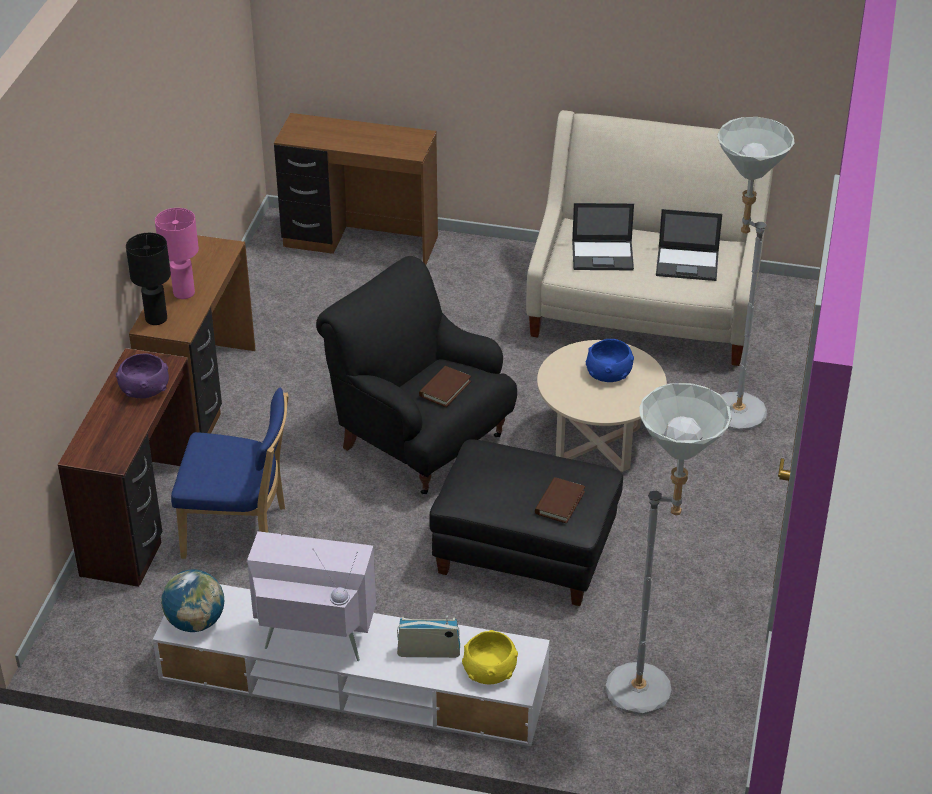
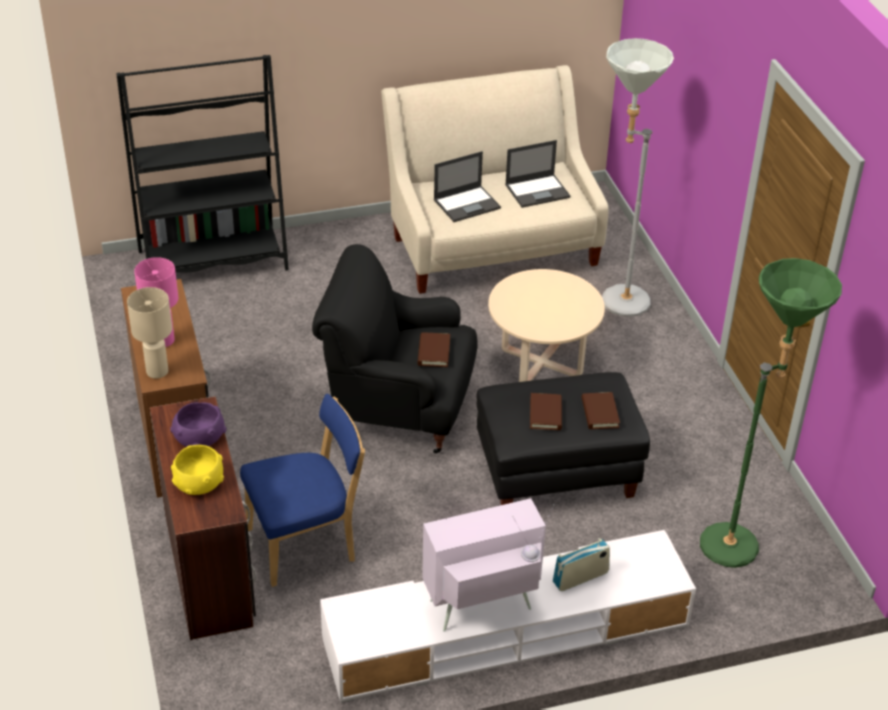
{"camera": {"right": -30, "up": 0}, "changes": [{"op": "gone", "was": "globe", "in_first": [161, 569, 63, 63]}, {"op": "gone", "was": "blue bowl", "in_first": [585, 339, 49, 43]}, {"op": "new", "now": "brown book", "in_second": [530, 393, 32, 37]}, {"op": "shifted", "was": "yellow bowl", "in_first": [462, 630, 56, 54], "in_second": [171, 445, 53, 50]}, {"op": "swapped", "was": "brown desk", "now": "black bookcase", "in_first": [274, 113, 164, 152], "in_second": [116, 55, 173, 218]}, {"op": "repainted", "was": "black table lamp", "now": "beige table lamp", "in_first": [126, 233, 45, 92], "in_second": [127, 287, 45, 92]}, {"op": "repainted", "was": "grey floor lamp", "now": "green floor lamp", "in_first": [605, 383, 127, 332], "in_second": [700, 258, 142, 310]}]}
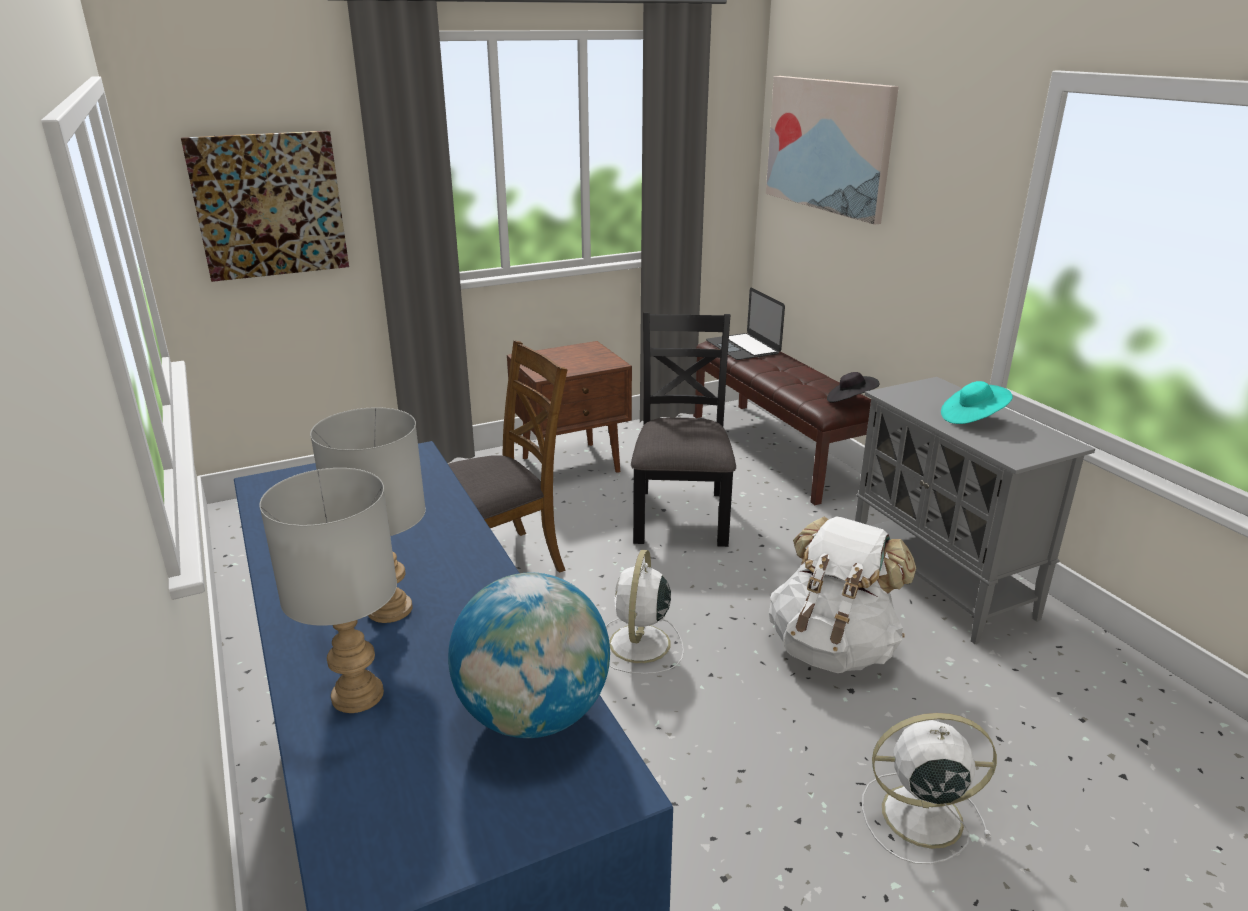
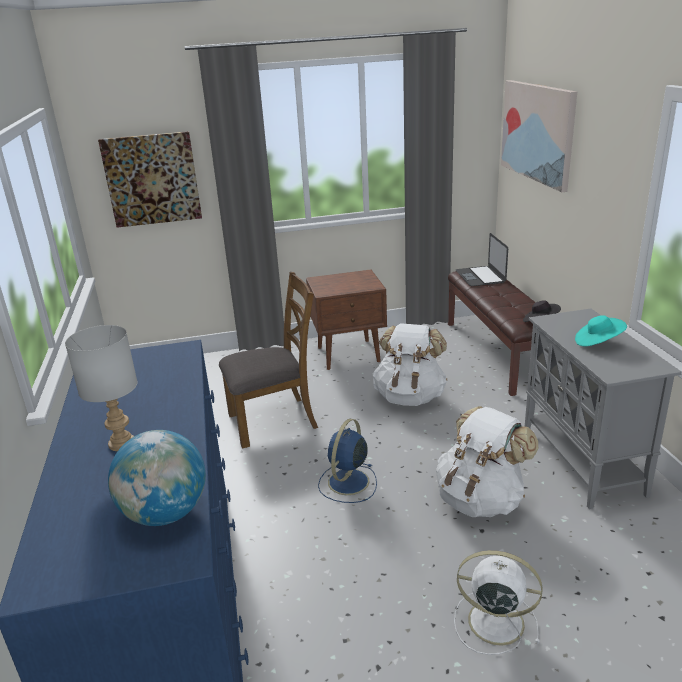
{"camera": {"right": 15, "up": 0}, "changes": [{"op": "gone", "was": "grey table lamp", "in_first": [259, 468, 138, 245]}, {"op": "swapped", "was": "black chair", "now": "white backpack", "in_first": [631, 313, 105, 234], "in_second": [373, 323, 74, 83]}, {"op": "repainted", "was": "white fan", "now": "blue fan", "in_first": [606, 550, 78, 124], "in_second": [318, 419, 59, 84]}]}
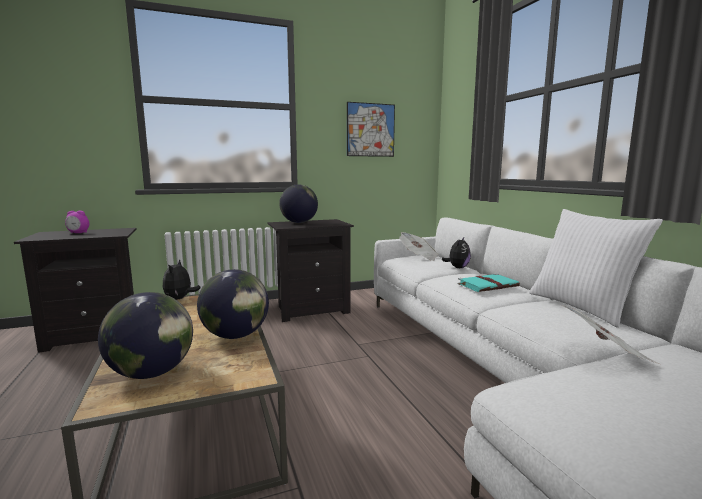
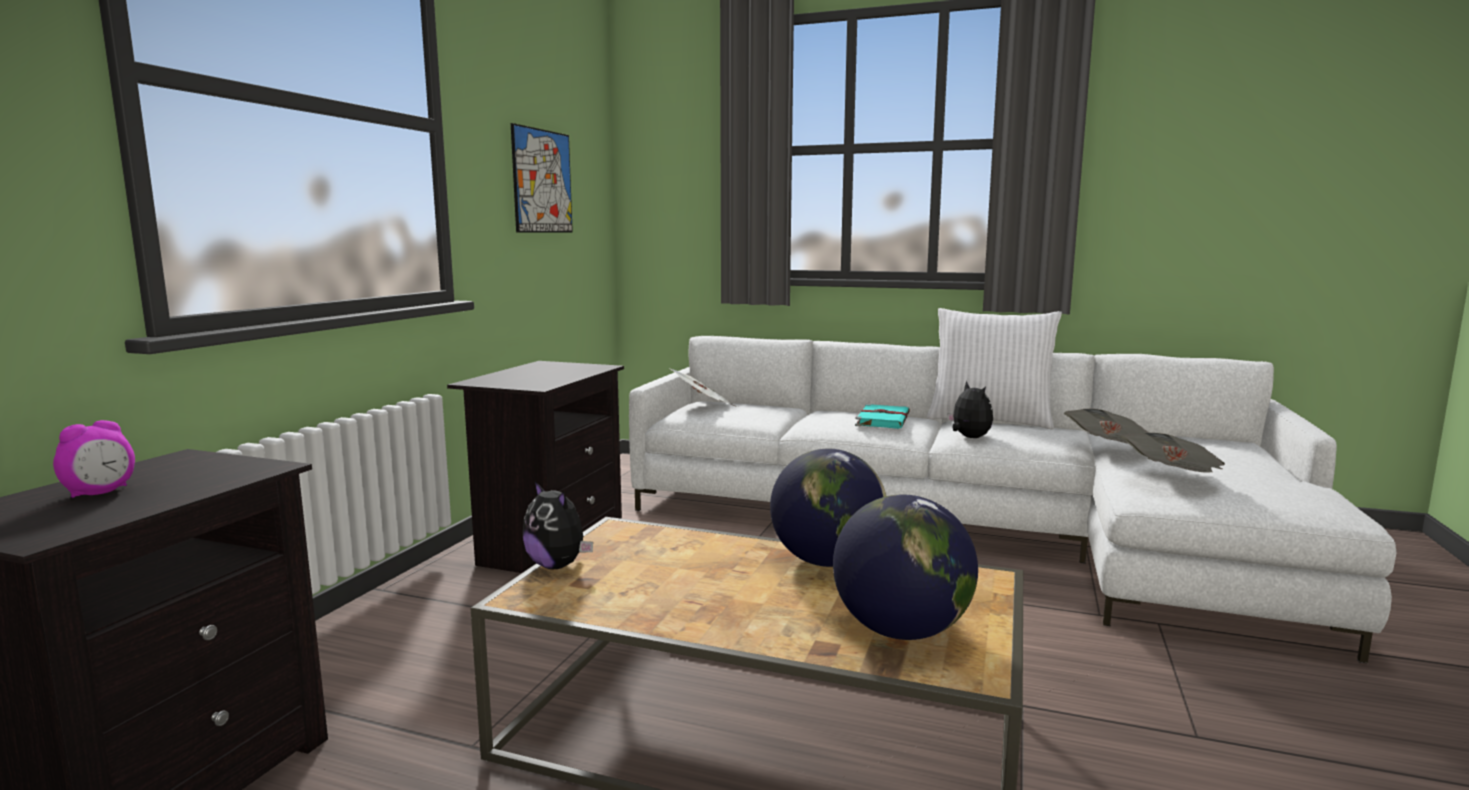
{"camera": {"right": -50, "up": 0}, "changes": [{"op": "gone", "was": "globe", "in_first": [279, 185, 39, 38]}, {"op": "new", "now": "newspaper", "in_second": [1120, 433, 105, 39]}, {"op": "shifted", "was": "plush toy", "in_first": [442, 237, 29, 31], "in_second": [947, 381, 46, 57]}]}
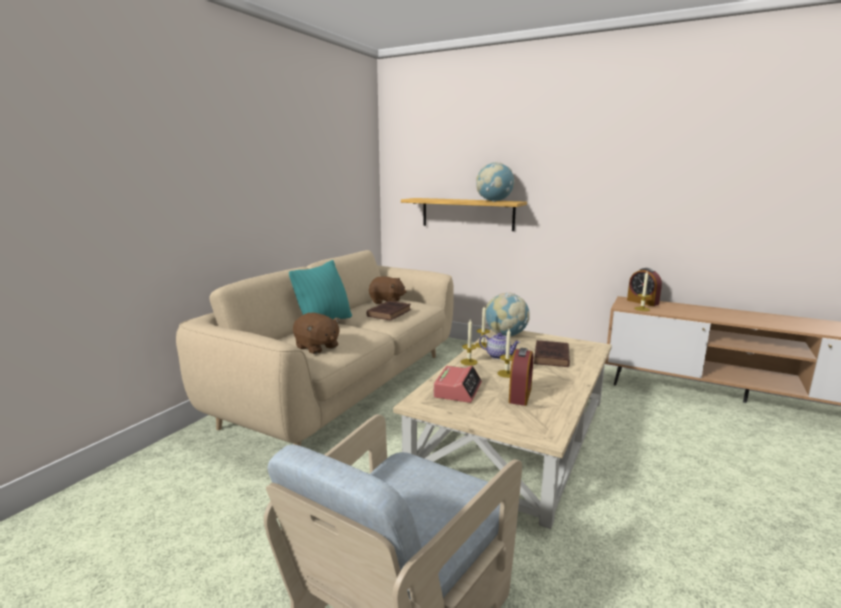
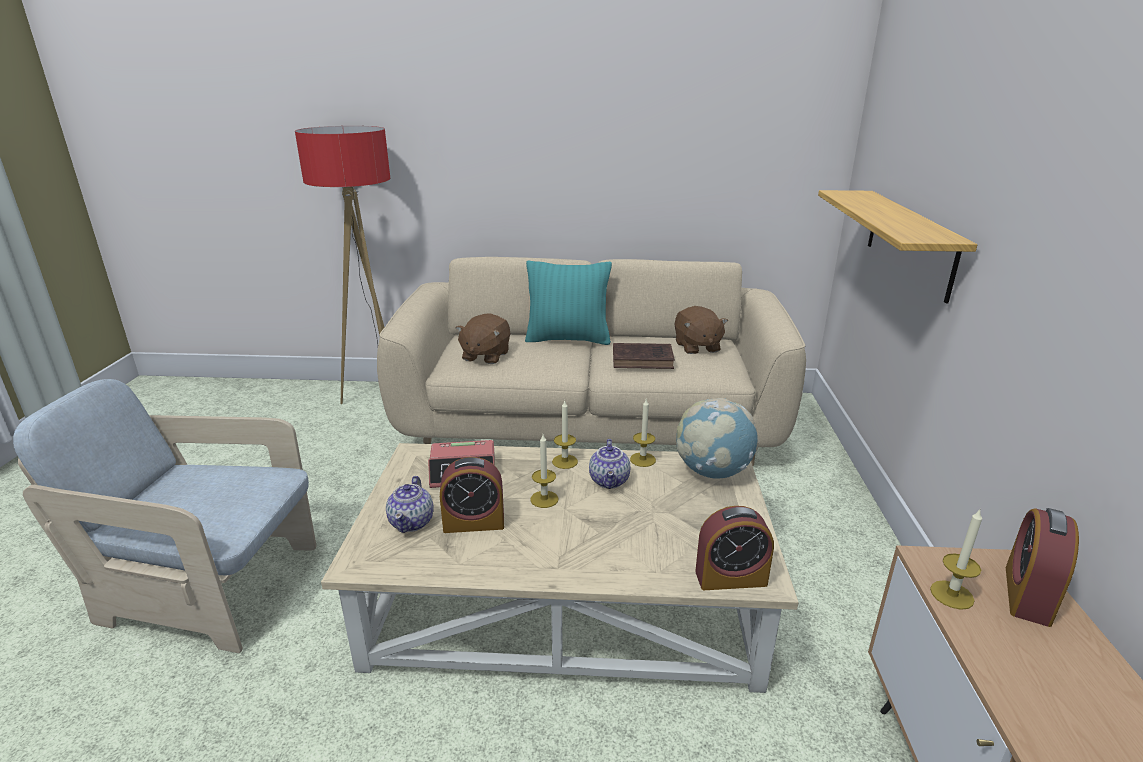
{"camera": {"right": 65, "up": 10}, "changes": [{"op": "gone", "was": "globe", "in_first": [476, 162, 39, 40]}, {"op": "gone", "was": "brown book", "in_first": [534, 340, 36, 27]}, {"op": "new", "now": "floor lamp", "in_second": [295, 126, 95, 278]}, {"op": "new", "now": "teapot", "in_second": [386, 476, 48, 57]}, {"op": "new", "now": "alarm clock", "in_second": [695, 506, 79, 84]}]}
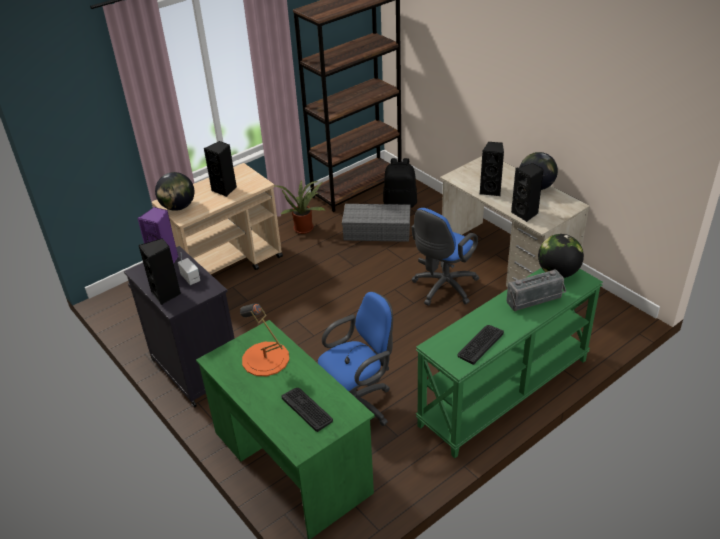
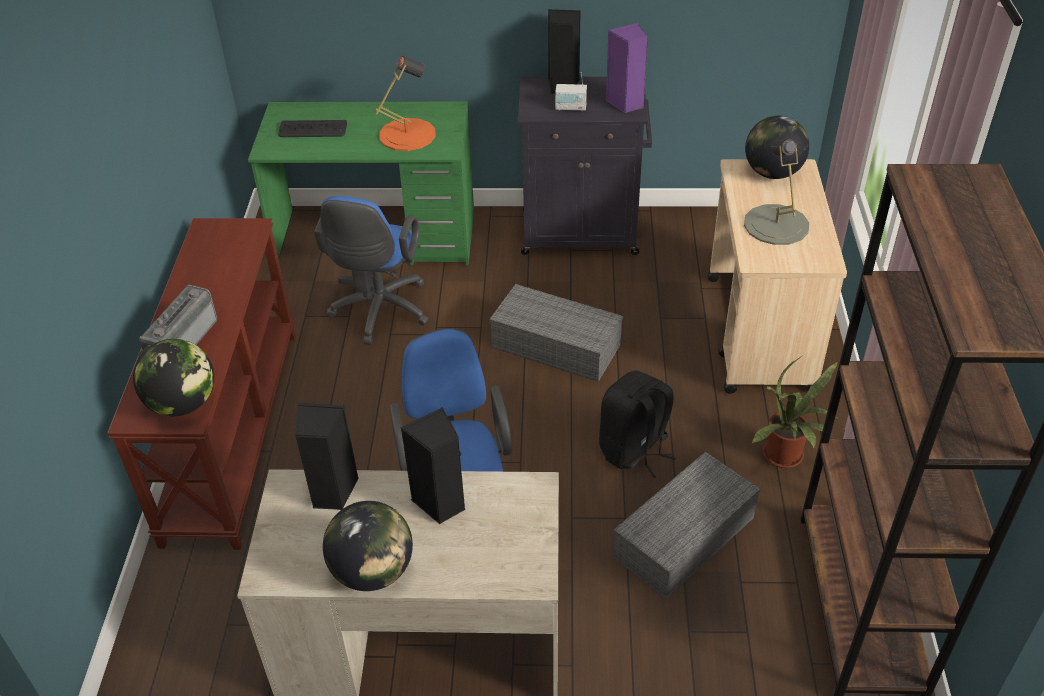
{"camera": {"right": 130, "up": 5}, "changes": [{"op": "gone", "was": "keyboard", "in_first": [457, 325, 47, 40]}, {"op": "new", "now": "grey storage box", "in_second": [489, 284, 134, 98]}, {"op": "shifted", "was": "black backpack", "in_first": [383, 158, 34, 50], "in_second": [599, 370, 77, 108]}, {"op": "swapped", "was": "black speaker", "now": "grey table lamp", "in_first": [204, 141, 33, 56], "in_second": [744, 139, 65, 106]}, {"op": "repainted", "was": "green console table", "now": "brown console table", "in_first": [416, 268, 187, 190], "in_second": [107, 218, 188, 332]}]}
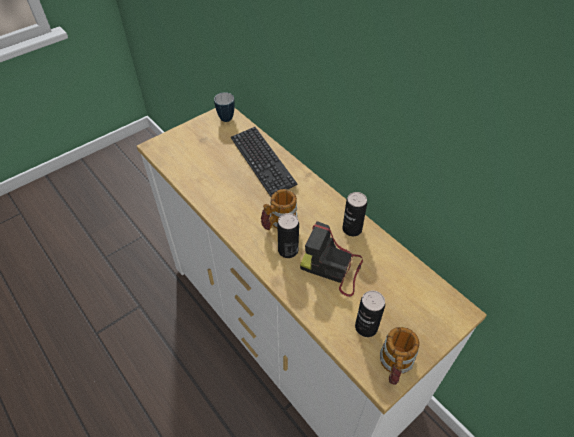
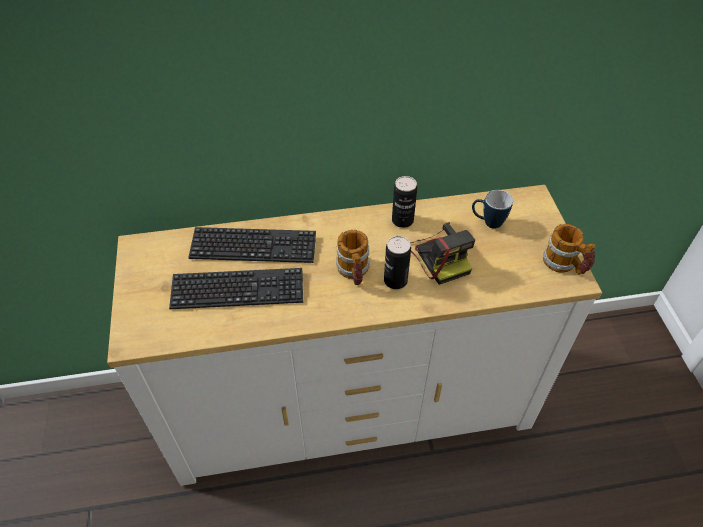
{"camera": {"right": -60, "up": 0}, "changes": [{"op": "gone", "was": "can", "in_first": [355, 290, 30, 47]}, {"op": "new", "now": "keyboard", "in_second": [169, 268, 134, 41]}, {"op": "shifted", "was": "mug", "in_first": [214, 92, 21, 30], "in_second": [472, 190, 41, 39]}, {"op": "rotated", "was": "photo camera", "in_first": [300, 221, 63, 76], "in_second": [410, 222, 65, 63], "clockwise": -75}]}
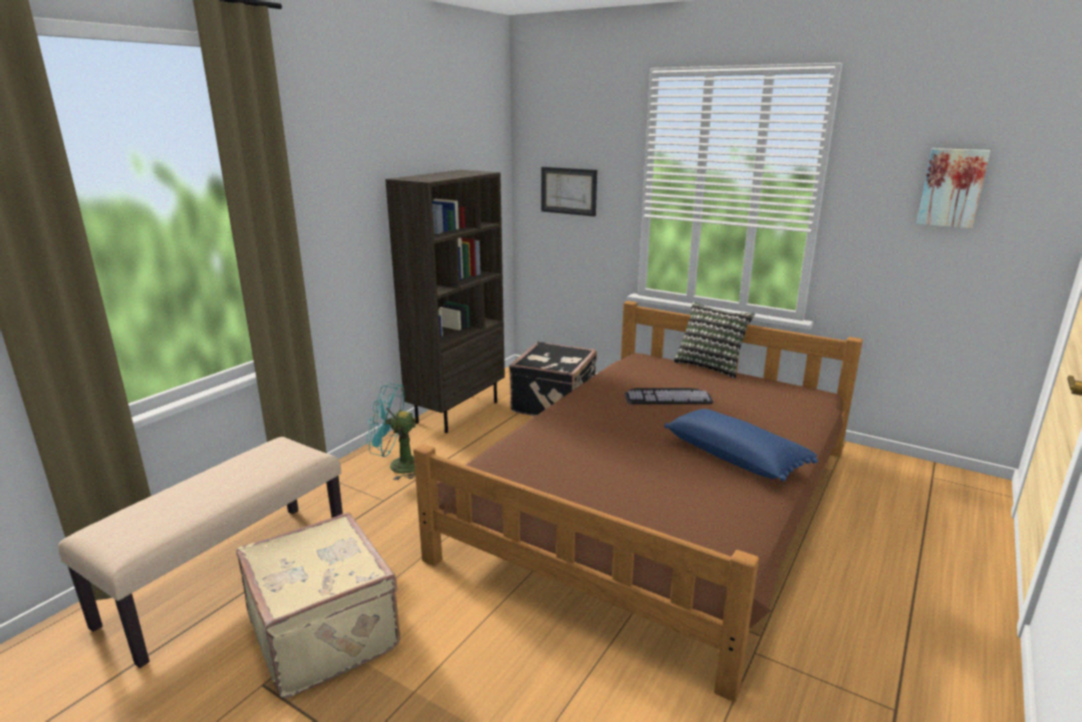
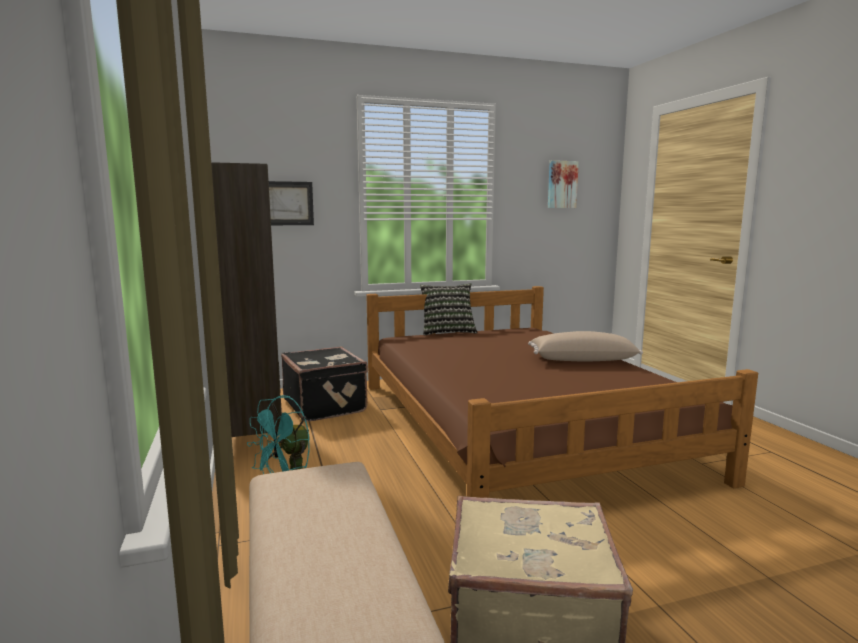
{"camera": {"right": -50, "up": -10}, "changes": [{"op": "gone", "was": "keyboard", "in_first": [625, 388, 88, 16]}, {"op": "repainted", "was": "blue pillow", "now": "beige pillow", "in_first": [664, 409, 154, 72], "in_second": [528, 331, 115, 31]}]}
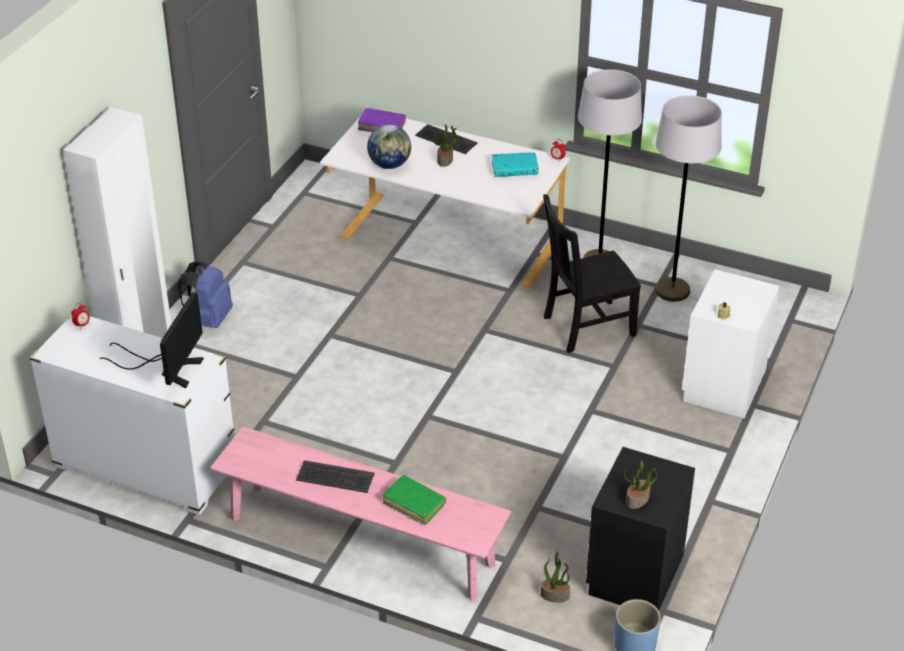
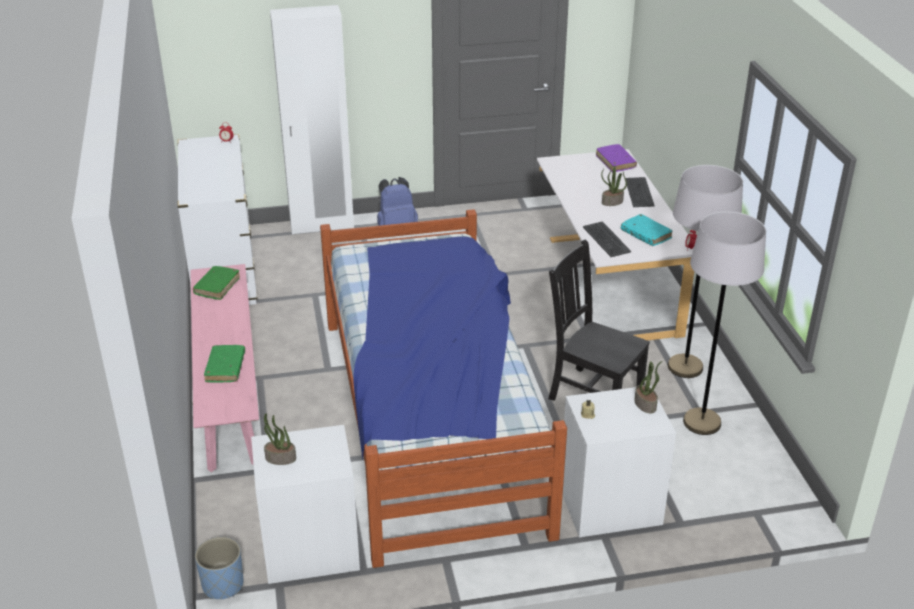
{"camera": {"right": 55, "up": -5}, "changes": [{"op": "gone", "was": "monitor", "in_first": [100, 292, 104, 97]}, {"op": "gone", "was": "globe", "in_first": [367, 124, 44, 45]}, {"op": "new", "now": "green book", "in_second": [193, 266, 47, 34]}, {"op": "new", "now": "bed", "in_second": [320, 209, 247, 359]}, {"op": "shifted", "was": "keyboard", "in_first": [296, 460, 79, 33], "in_second": [583, 221, 48, 36]}, {"op": "shifted", "was": "potted plant", "in_first": [541, 551, 29, 52], "in_second": [634, 361, 28, 53]}, {"op": "repainted", "was": "black nightstand", "now": "white nightstand", "in_first": [586, 447, 109, 163], "in_second": [251, 425, 109, 159]}]}
